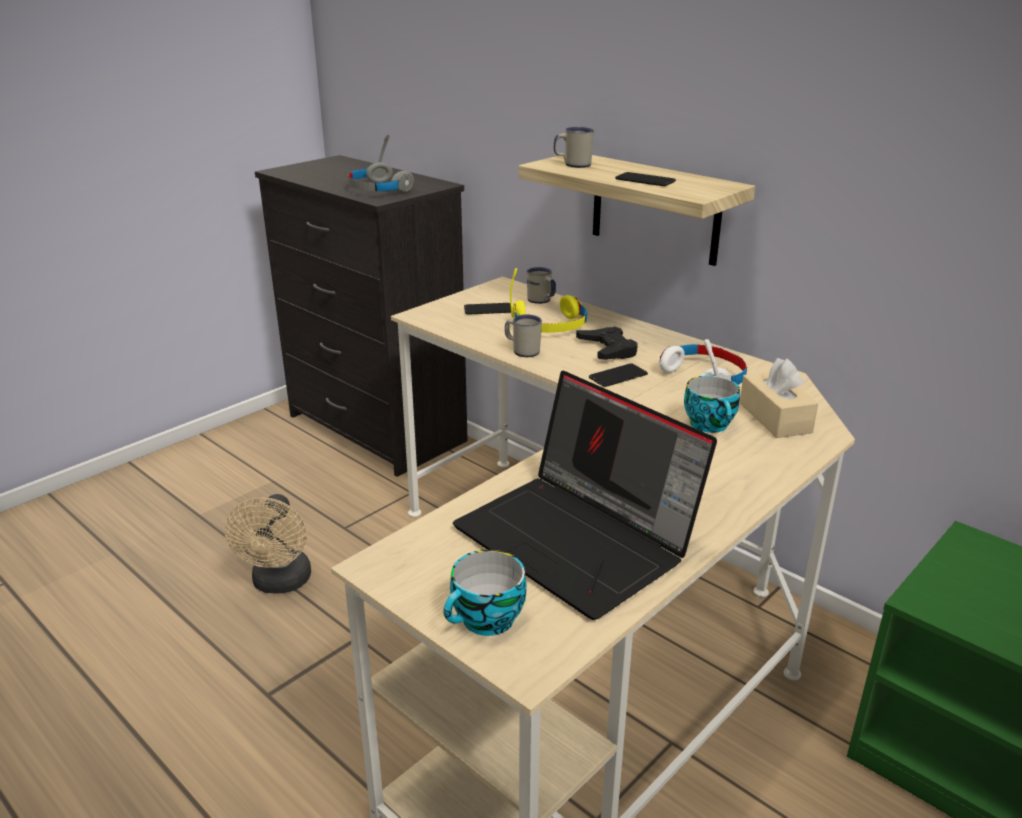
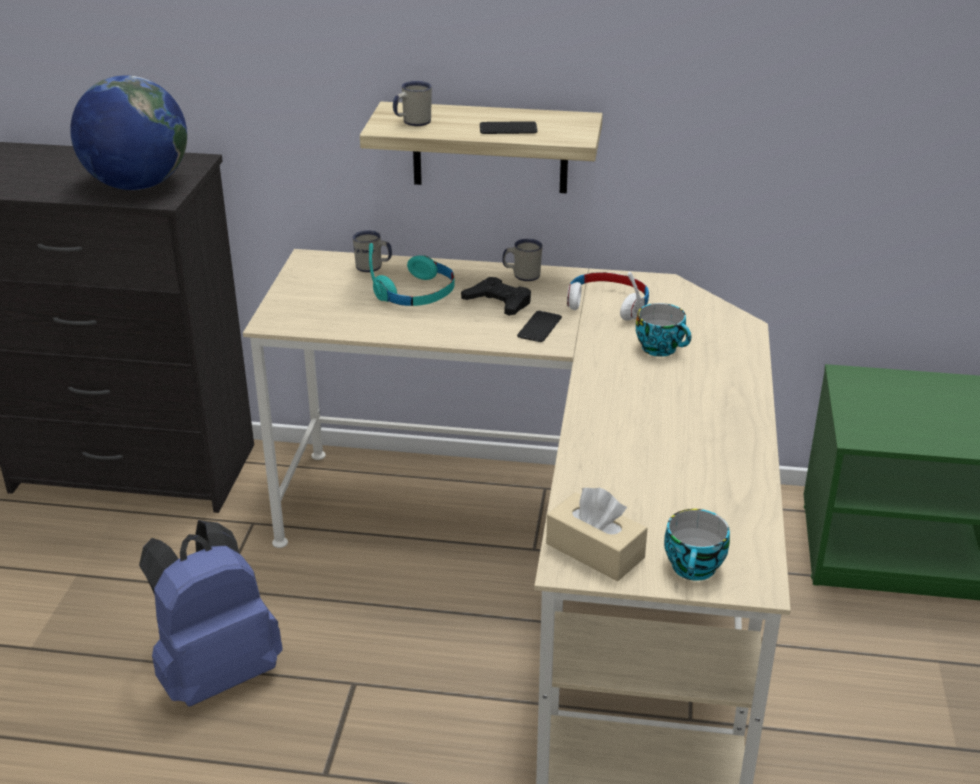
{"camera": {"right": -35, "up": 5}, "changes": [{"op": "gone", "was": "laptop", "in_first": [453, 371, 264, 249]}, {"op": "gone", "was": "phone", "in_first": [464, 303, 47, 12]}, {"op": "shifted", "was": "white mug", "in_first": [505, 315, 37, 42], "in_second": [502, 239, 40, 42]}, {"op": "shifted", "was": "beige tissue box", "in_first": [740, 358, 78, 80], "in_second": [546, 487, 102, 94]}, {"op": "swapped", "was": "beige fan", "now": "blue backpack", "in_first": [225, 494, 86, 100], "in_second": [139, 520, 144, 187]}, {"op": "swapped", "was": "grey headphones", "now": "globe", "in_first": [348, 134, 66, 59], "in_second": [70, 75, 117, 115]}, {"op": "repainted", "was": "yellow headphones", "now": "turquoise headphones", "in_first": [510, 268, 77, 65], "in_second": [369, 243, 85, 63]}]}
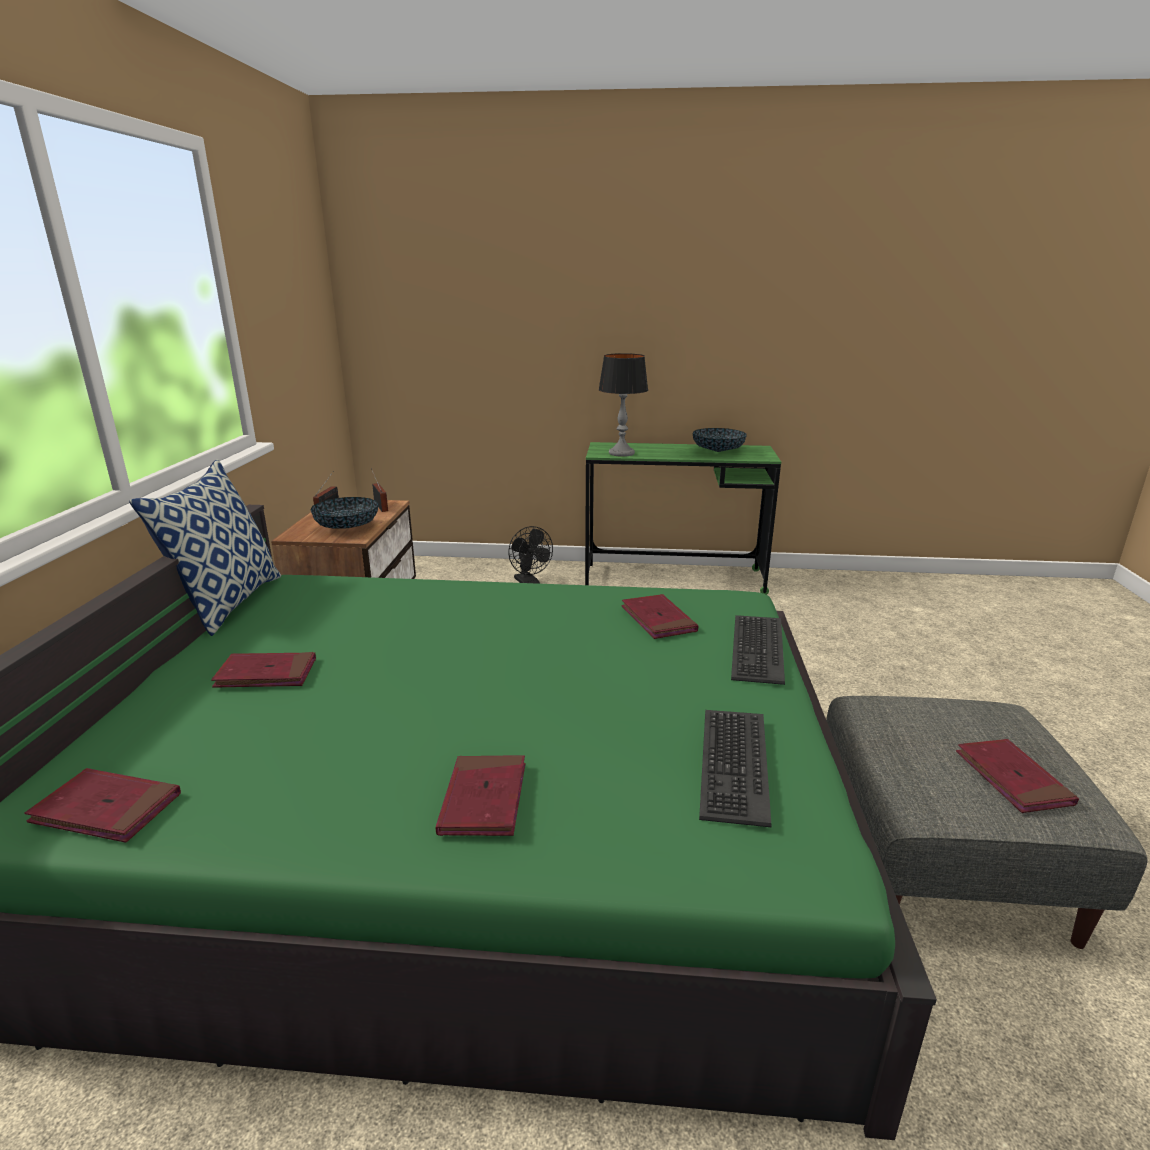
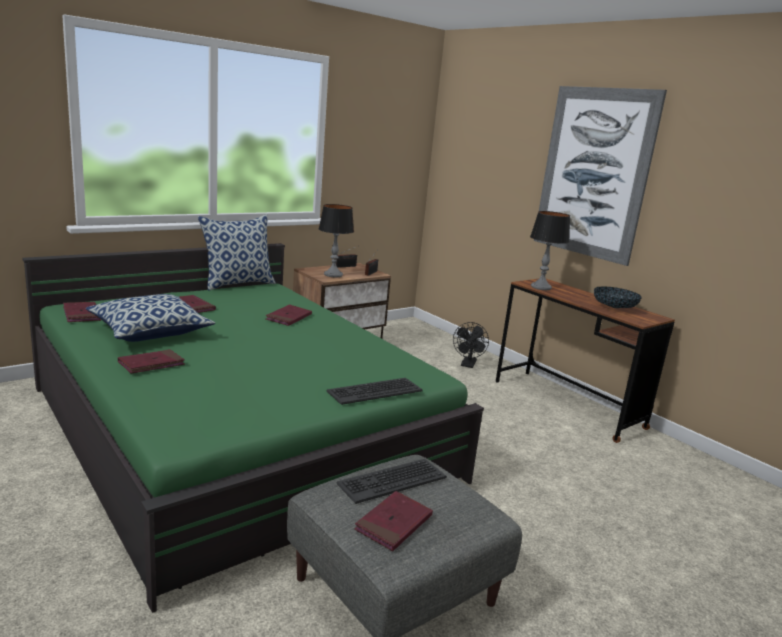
{"camera": {"right": 45, "up": -5}, "changes": [{"op": "new", "now": "pillow", "in_second": [85, 294, 130, 48]}, {"op": "new", "now": "picture", "in_second": [534, 86, 133, 180]}, {"op": "shifted", "was": "red book", "in_first": [621, 594, 77, 45], "in_second": [266, 305, 46, 21]}, {"op": "shifted", "was": "keyboard", "in_first": [699, 710, 73, 117], "in_second": [336, 459, 111, 45]}, {"op": "swapped", "was": "bowl", "now": "table lamp", "in_first": [310, 497, 68, 32], "in_second": [318, 204, 36, 73]}, {"op": "repainted", "was": "green desk", "now": "brown desk", "in_first": [585, 442, 196, 153], "in_second": [496, 279, 179, 164]}]}
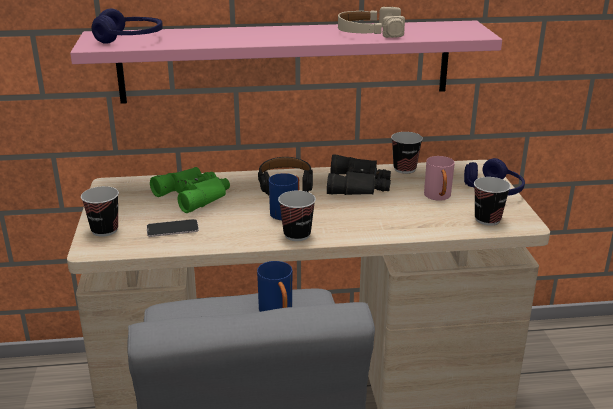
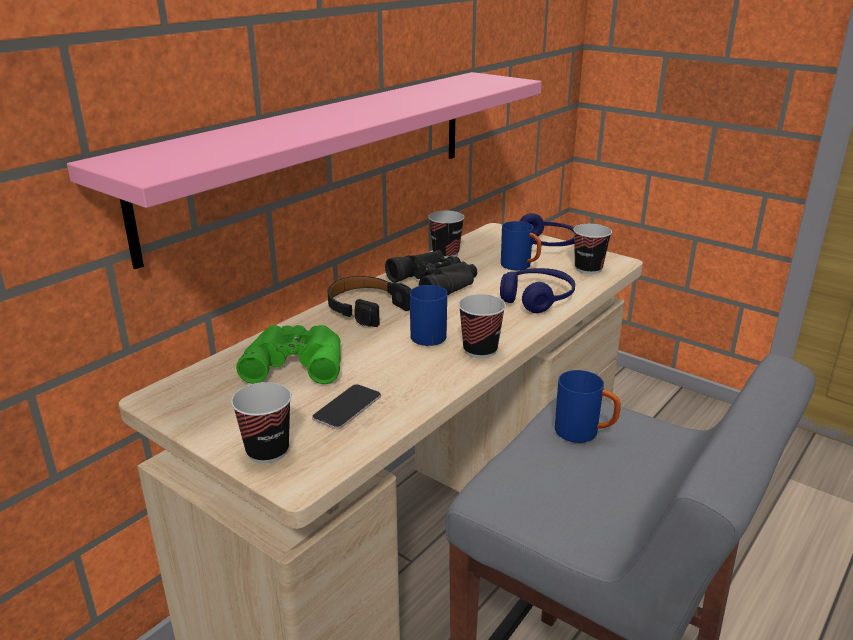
{"camera": {"right": -45, "up": 0}, "changes": [{"op": "gone", "was": "beige headphones", "in_first": [338, 7, 67, 31]}, {"op": "shifted", "was": "blue headphones", "in_first": [92, 8, 71, 36], "in_second": [500, 268, 75, 45]}, {"op": "repainted", "was": "pink mug", "now": "blue mug", "in_first": [424, 156, 31, 45], "in_second": [501, 221, 40, 49]}]}
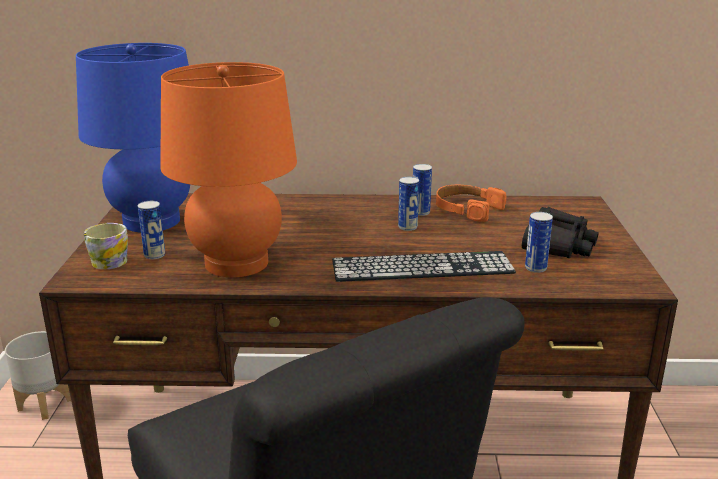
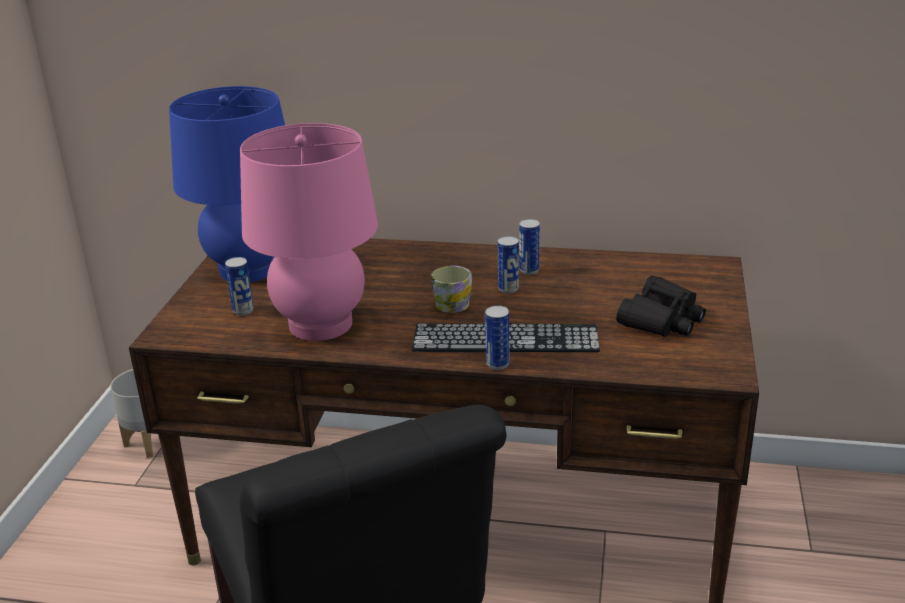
{"camera": {"right": 10, "up": 5}, "changes": [{"op": "gone", "was": "orange headphones", "in_first": [436, 185, 70, 37]}, {"op": "shifted", "was": "mug", "in_first": [84, 223, 44, 46], "in_second": [431, 266, 41, 47]}, {"op": "shifted", "was": "can", "in_first": [525, 212, 28, 61], "in_second": [485, 305, 25, 65]}, {"op": "repainted", "was": "orange table lamp", "now": "pink table lamp", "in_first": [160, 62, 137, 215], "in_second": [240, 123, 138, 218]}]}
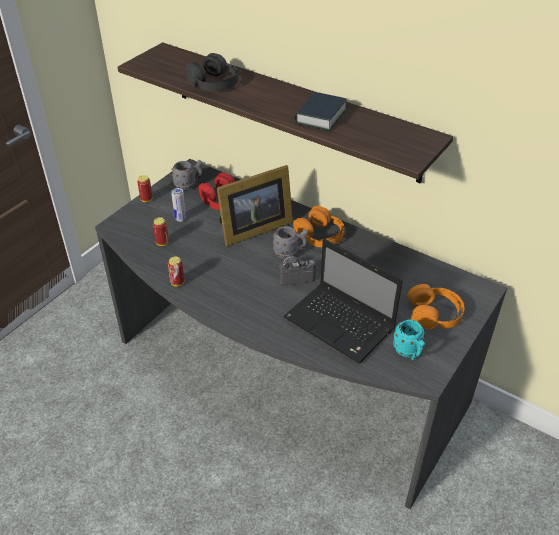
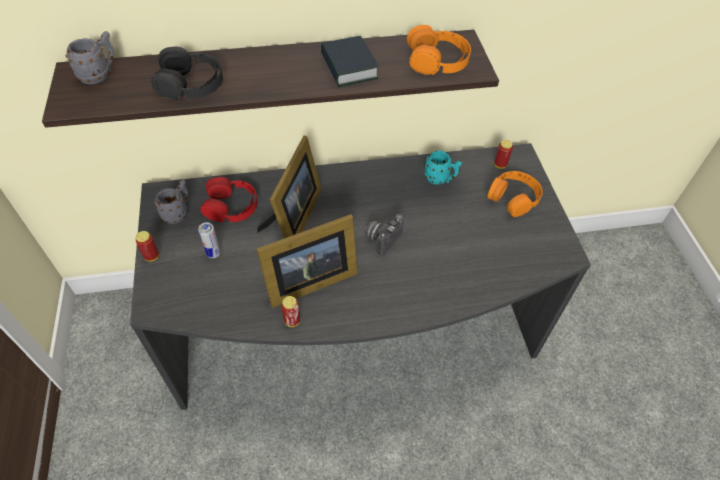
{"camera": {"right": -45, "up": 10}, "changes": [{"op": "gone", "was": "laptop", "in_first": [283, 239, 120, 124]}, {"op": "new", "now": "picture frame", "in_second": [257, 214, 101, 94]}, {"op": "shifted", "was": "can", "in_first": [153, 217, 16, 29], "in_second": [494, 140, 19, 29]}, {"op": "shifted", "was": "grey mug", "in_first": [273, 226, 35, 33], "in_second": [66, 31, 48, 54]}, {"op": "shifted", "was": "orange headphones", "in_first": [293, 206, 51, 41], "in_second": [407, 25, 64, 50]}, {"op": "shifted", "was": "turquoise mug", "in_first": [393, 320, 32, 40], "in_second": [424, 150, 38, 35]}]}
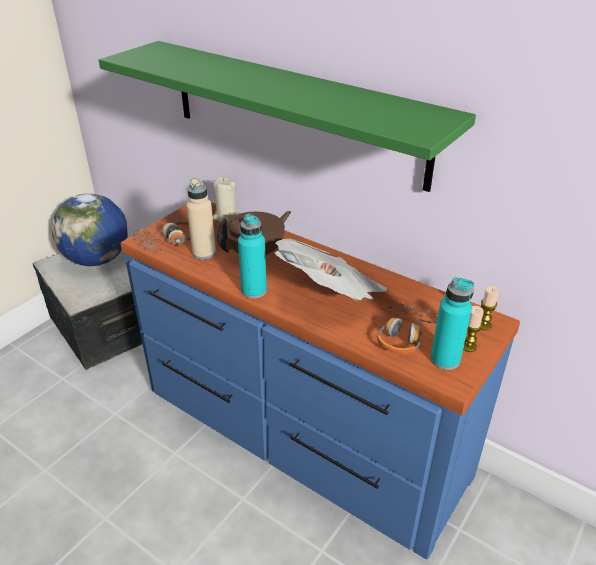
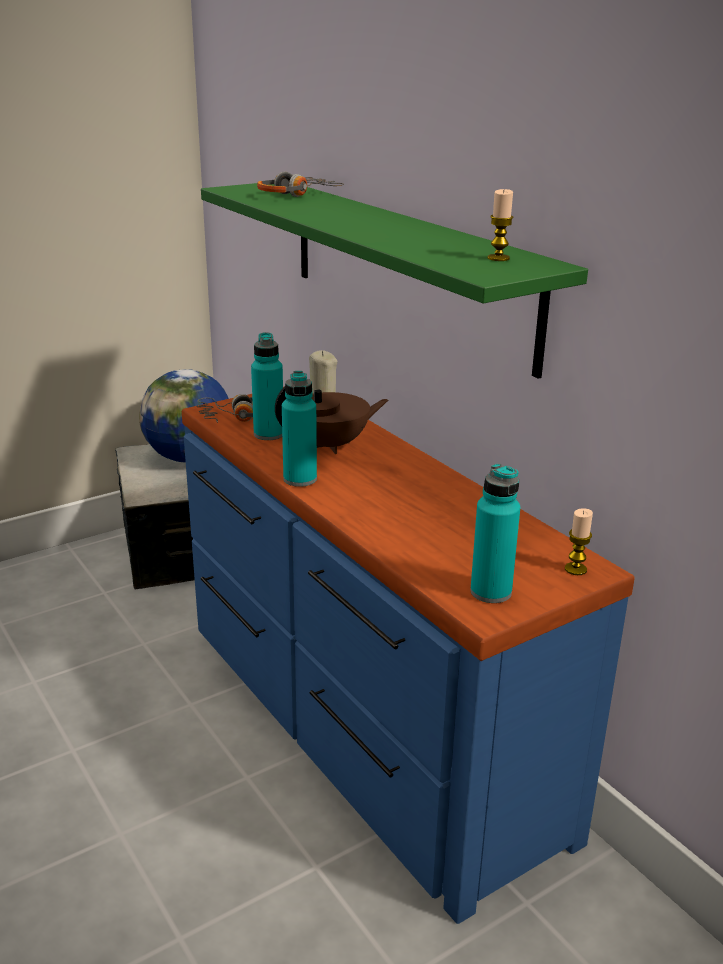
{"camera": {"right": 20, "up": -10}, "changes": [{"op": "gone", "was": "newspaper", "in_first": [274, 238, 113, 63]}, {"op": "shifted", "was": "headphones", "in_first": [377, 303, 61, 51], "in_second": [257, 172, 87, 25]}, {"op": "shifted", "was": "candle", "in_first": [463, 306, 21, 46], "in_second": [487, 189, 26, 72]}, {"op": "repainted", "was": "beige bottle", "now": "turquoise bottle", "in_first": [186, 178, 30, 82], "in_second": [251, 332, 32, 108]}]}
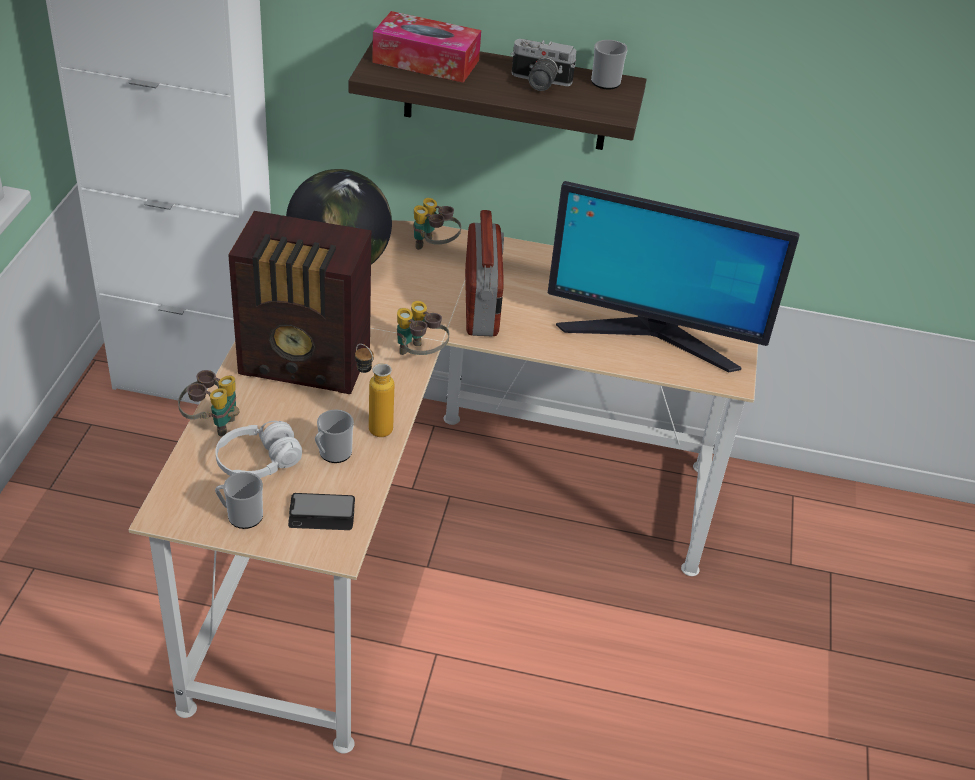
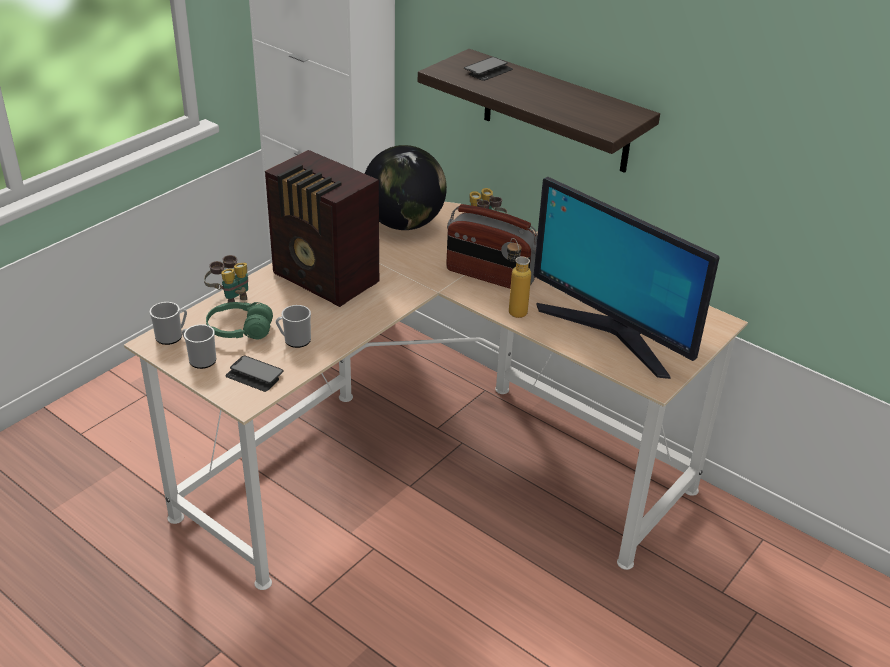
{"camera": {"right": 30, "up": -5}, "changes": [{"op": "gone", "was": "binoculars", "in_first": [397, 301, 52, 54]}, {"op": "gone", "was": "photo camera", "in_first": [511, 39, 65, 52]}, {"op": "shifted", "was": "bottle", "in_first": [355, 344, 39, 93], "in_second": [507, 238, 24, 80]}, {"op": "shifted", "was": "mug", "in_first": [591, 40, 37, 49], "in_second": [150, 302, 37, 43]}, {"op": "swapped", "was": "tissue box", "now": "phone", "in_first": [372, 11, 109, 72], "in_second": [464, 57, 49, 24]}, {"op": "repainted", "was": "white headphones", "now": "green headphones", "in_first": [215, 421, 87, 57], "in_second": [206, 302, 67, 37]}, {"op": "rotated", "was": "radio", "in_first": [465, 210, 39, 126], "in_second": [446, 204, 91, 85], "clockwise": 90}]}
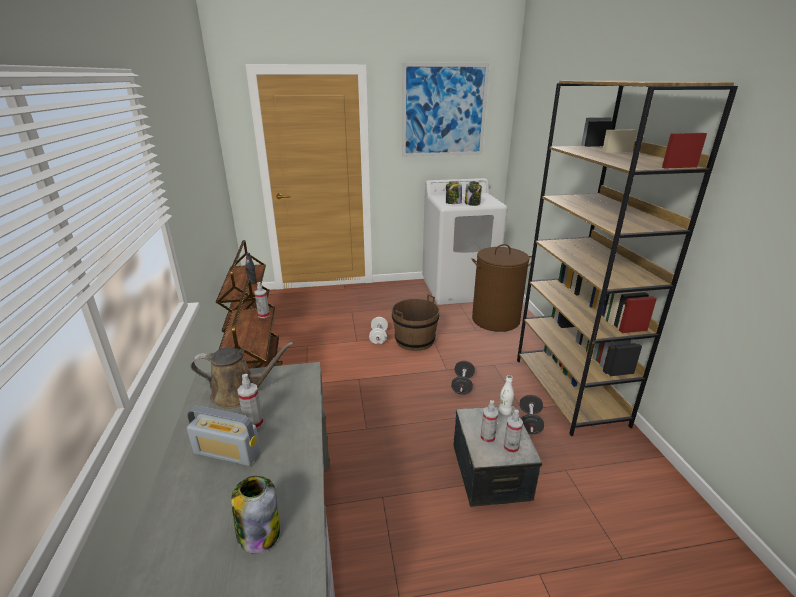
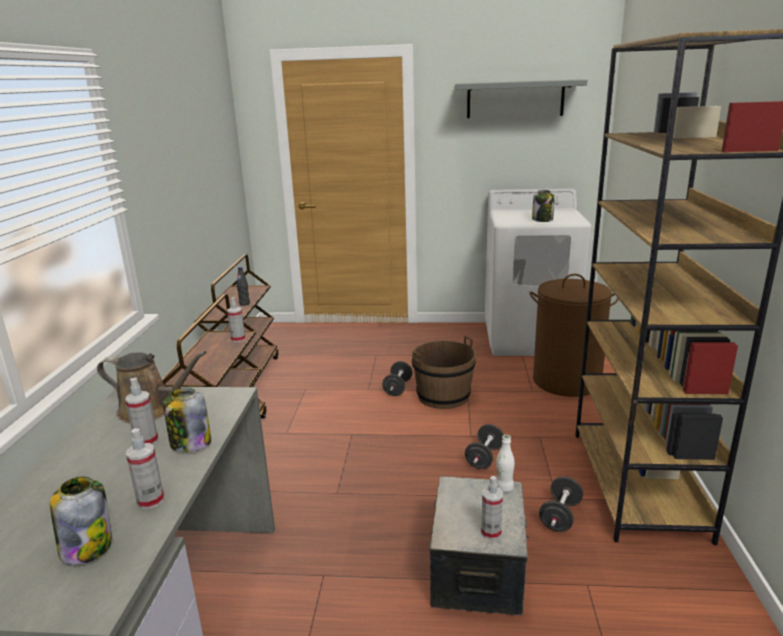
{"camera": {"right": 15, "up": -5}, "changes": [{"op": "gone", "was": "radio", "in_first": [187, 406, 73, 60]}, {"op": "shifted", "was": "jar", "in_first": [446, 181, 16, 23], "in_second": [163, 388, 48, 64]}, {"op": "shifted", "was": "spray bottle", "in_first": [481, 400, 17, 43], "in_second": [126, 428, 38, 81]}, {"op": "swapped", "was": "picture", "now": "grey shelf", "in_first": [402, 63, 88, 94], "in_second": [455, 80, 132, 38]}, {"op": "repainted", "was": "white dumbbell", "now": "black dumbbell", "in_first": [369, 317, 19, 27], "in_second": [382, 361, 31, 35]}]}
